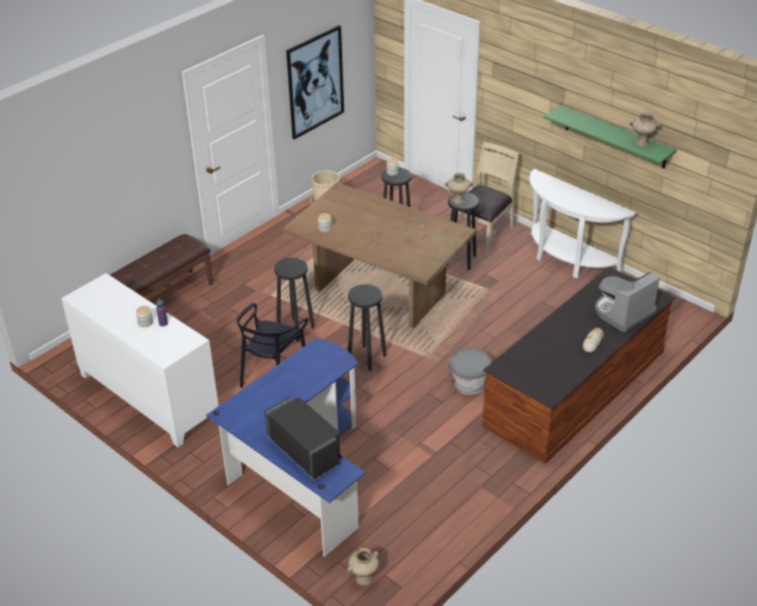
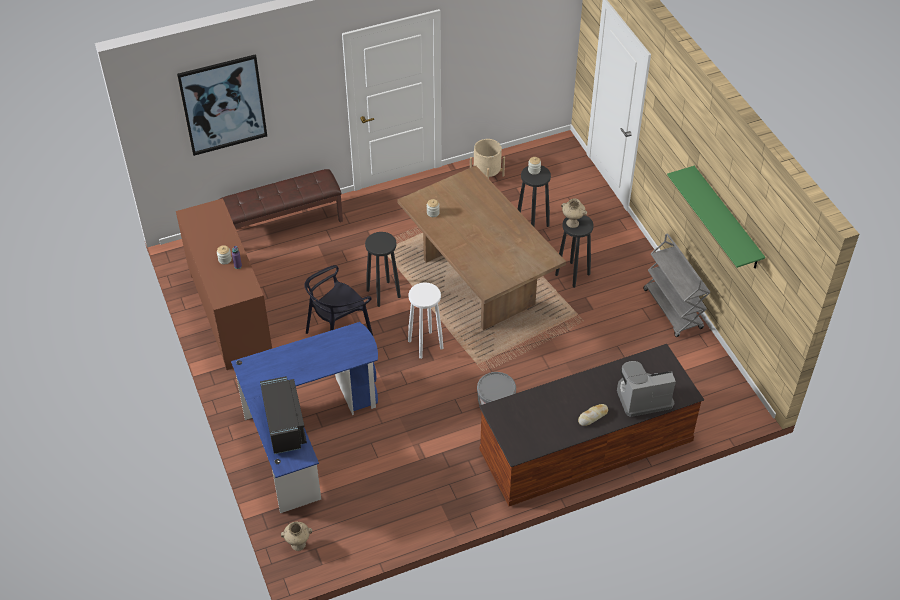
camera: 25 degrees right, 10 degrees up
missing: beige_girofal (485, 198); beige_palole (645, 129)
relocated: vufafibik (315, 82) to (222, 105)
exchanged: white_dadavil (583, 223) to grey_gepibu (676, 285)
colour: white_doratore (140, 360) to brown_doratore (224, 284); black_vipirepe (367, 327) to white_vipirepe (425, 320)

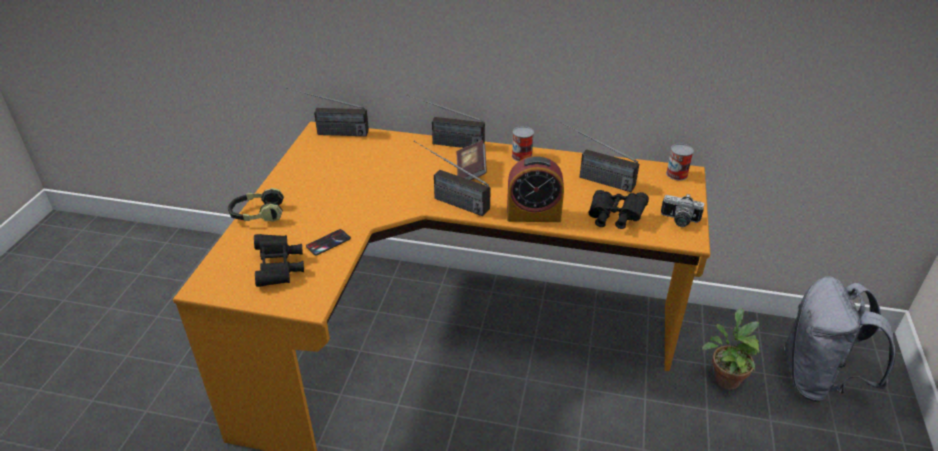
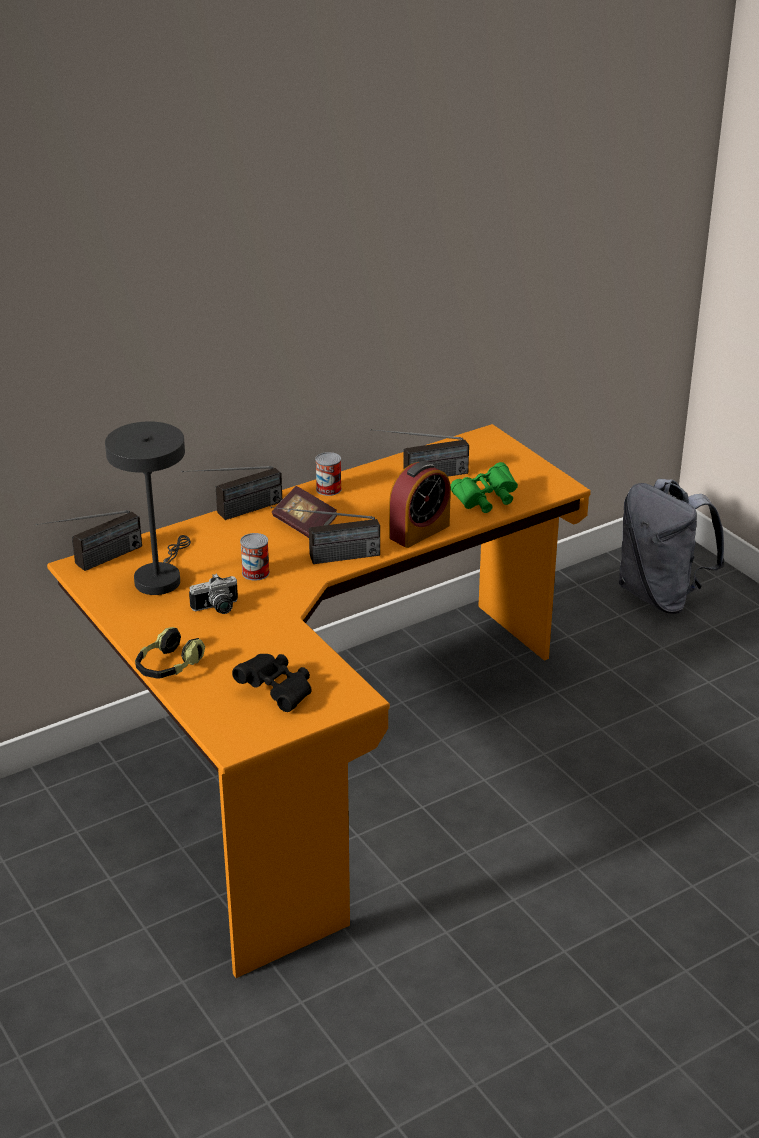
camera: 45 degrees left, 5 degrees down
missing: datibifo (328, 242); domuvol (731, 349)
appeared: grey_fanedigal (148, 508)
relocated: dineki (682, 210) to (213, 593); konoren (680, 162) to (255, 557)
colour: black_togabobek (618, 209) to green_togabobek (484, 487)

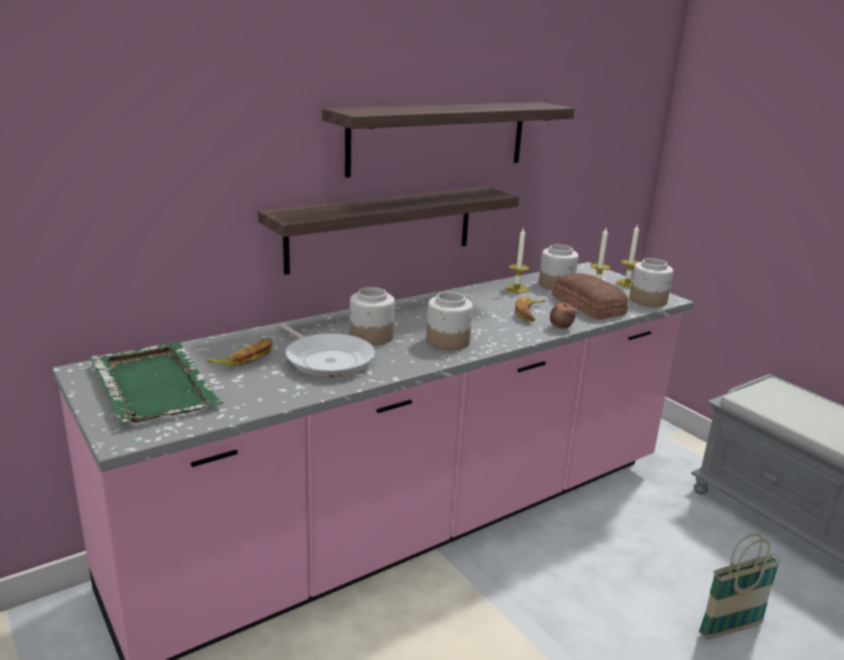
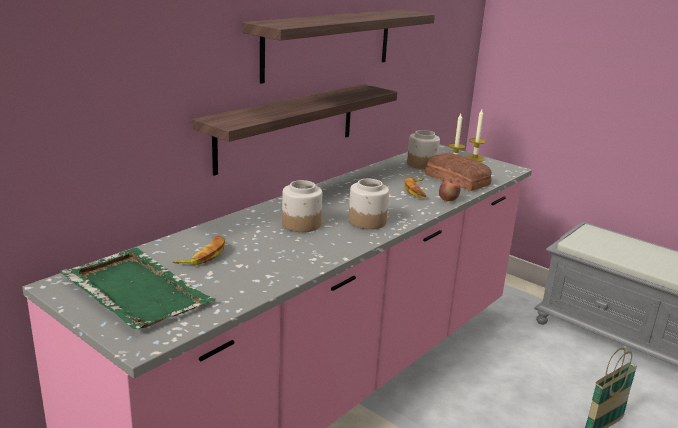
camera: 15 degrees left, 0 degrees up
missing: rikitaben (326, 350); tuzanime (517, 260); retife (651, 282)

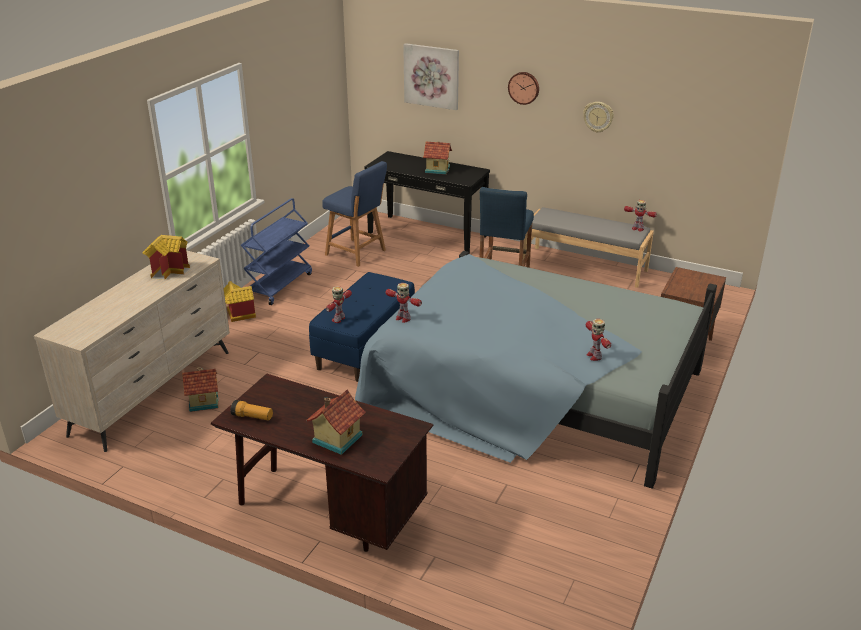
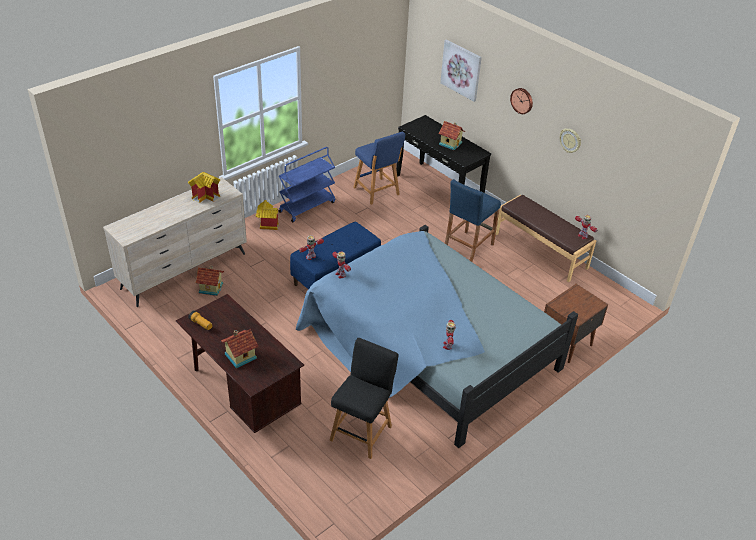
camera: 20 degrees right, 10 degrees up
appeared: black_vipirepe (364, 398)
colour: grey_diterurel (588, 247) to brown_diterurel (546, 238)

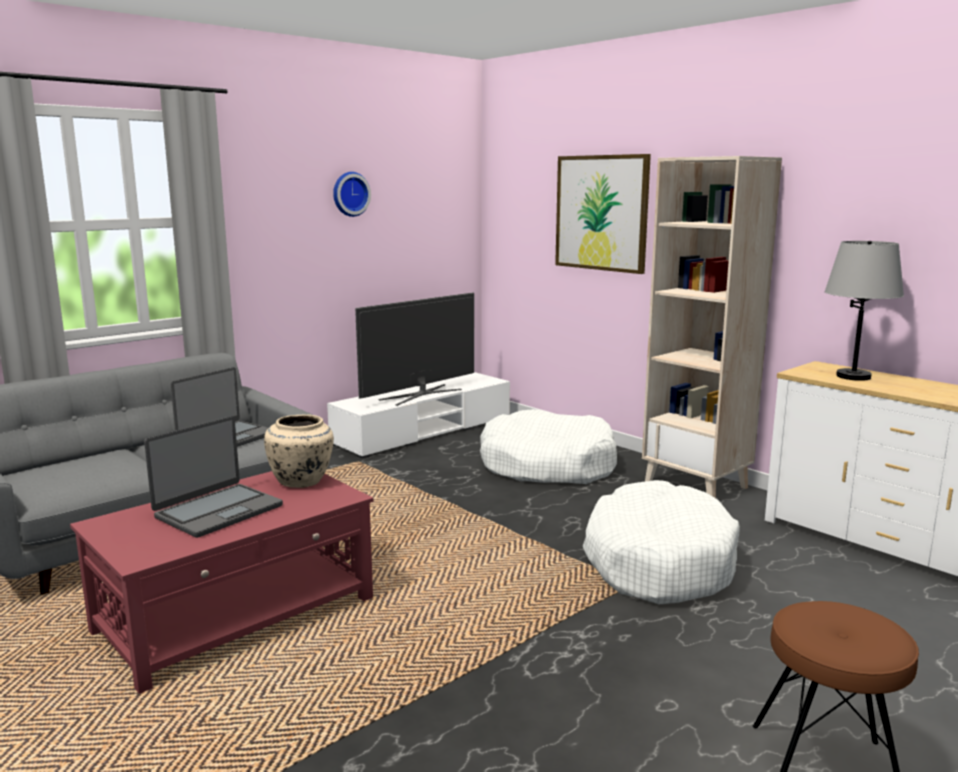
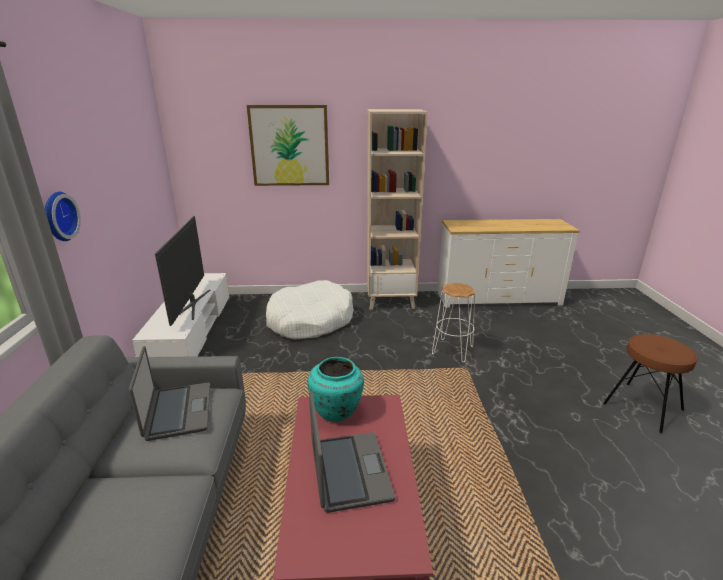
camera: 50 degrees left, 10 degrees up
missing: grey_fanedigal (864, 311)
relocated: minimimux (352, 194) to (63, 216)
exchanged: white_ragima (661, 542) to white_vipirepe (453, 322)
colour: beige_palole (299, 451) to turquoise_palole (335, 389)

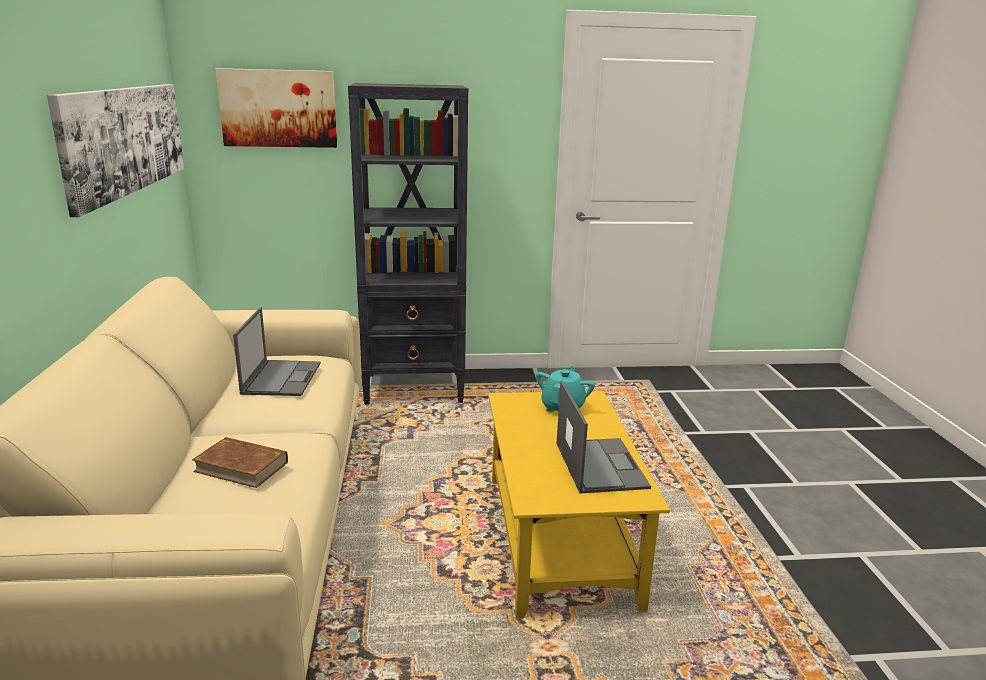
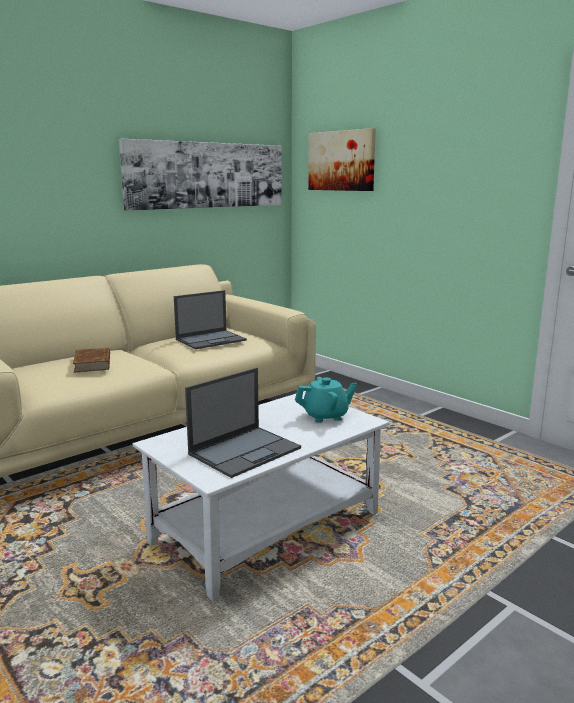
camera: 55 degrees right, 5 degrees down
missing: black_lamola (408, 244)
colour: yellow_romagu (579, 504) to white_romagu (261, 496)

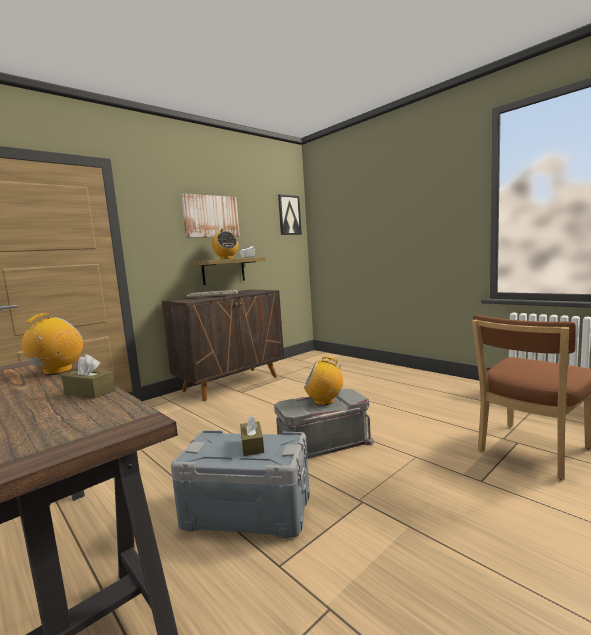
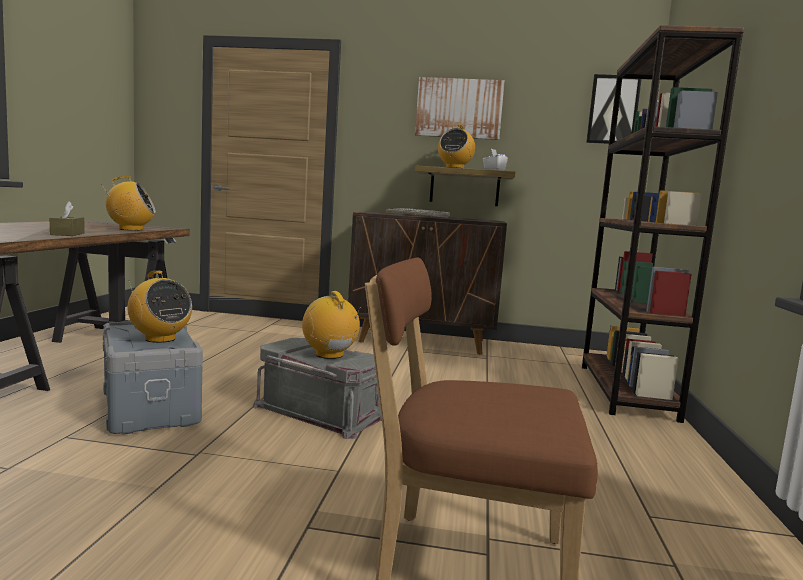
camera: 50 degrees right, 0 degrees up
appeared: brown_lamola (663, 224)
exchanged: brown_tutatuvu (252, 435) to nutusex (159, 307)

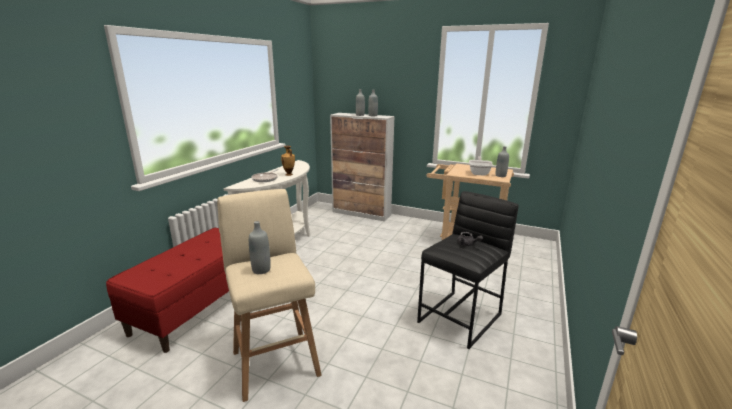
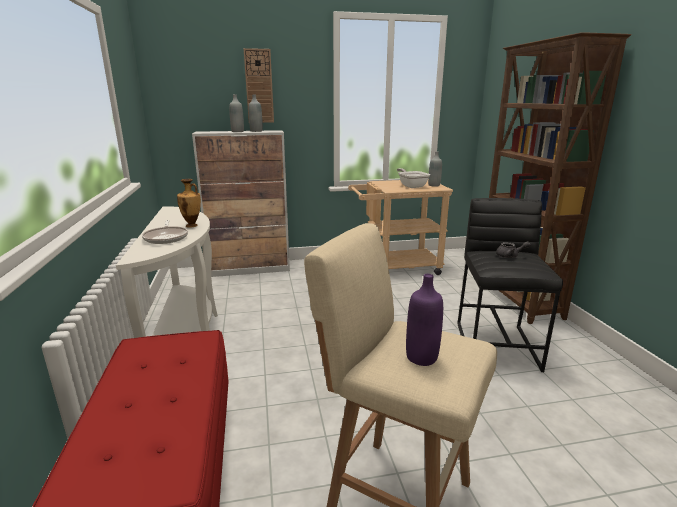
camera: 35 degrees left, 0 degrees up
appeared: minimimux (259, 85); brown_lamola (560, 178)
colour: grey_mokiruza (260, 247) to purple_mokiruza (424, 320)

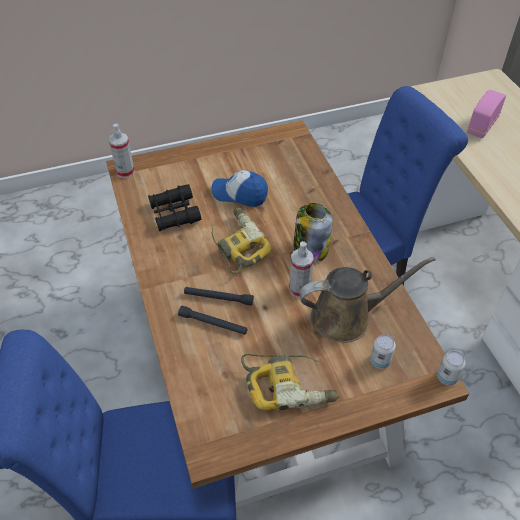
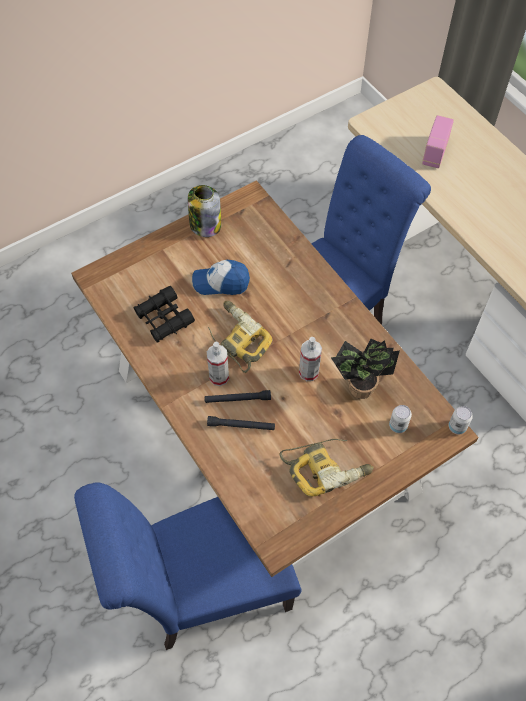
camera: 15 degrees left, 10 degrees up
relocated: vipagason (122, 151) to (218, 364); retife (313, 232) to (204, 211)
exchanged: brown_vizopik (367, 300) to domuvol (365, 369)

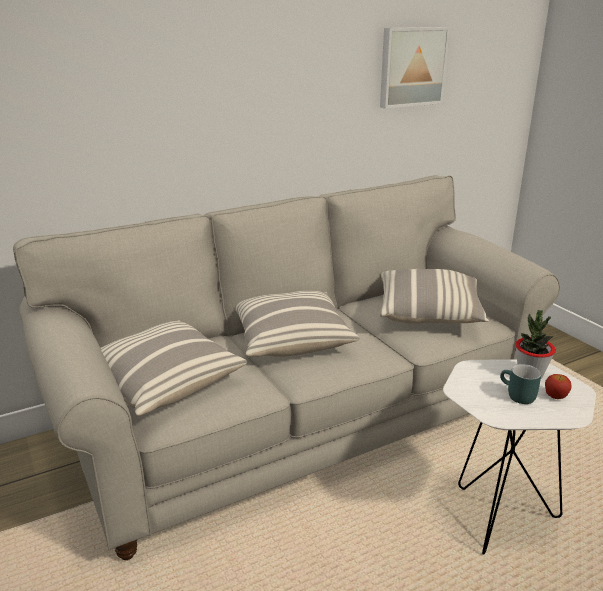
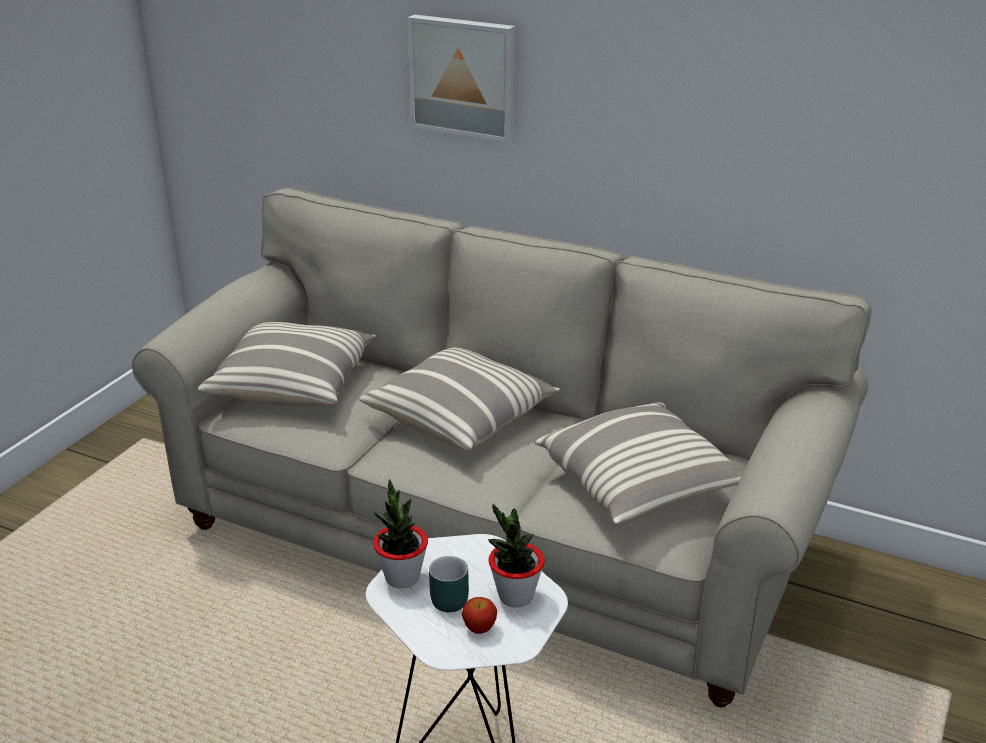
camera: 55 degrees right, 5 degrees up
appeared: domuvol (400, 533)
relocated: vufafibik (415, 68) to (461, 78)

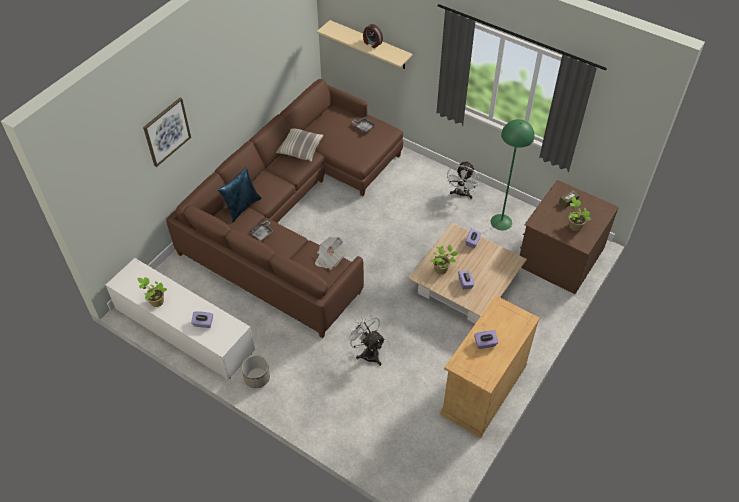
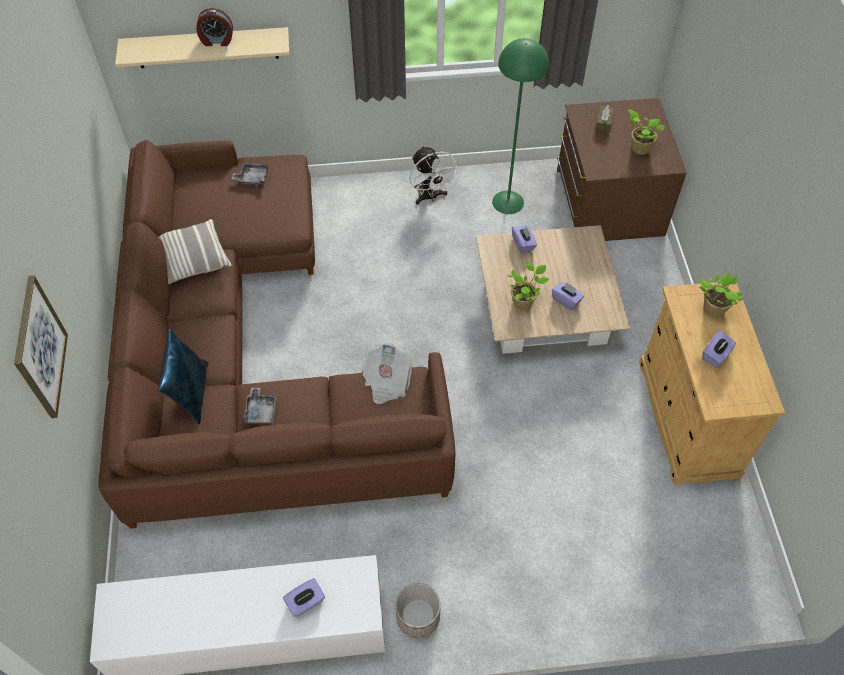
camera: 40 degrees left, 5 degrees up
missing: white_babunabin (365, 339)
relocated: domuvol (152, 292) to (721, 295)

